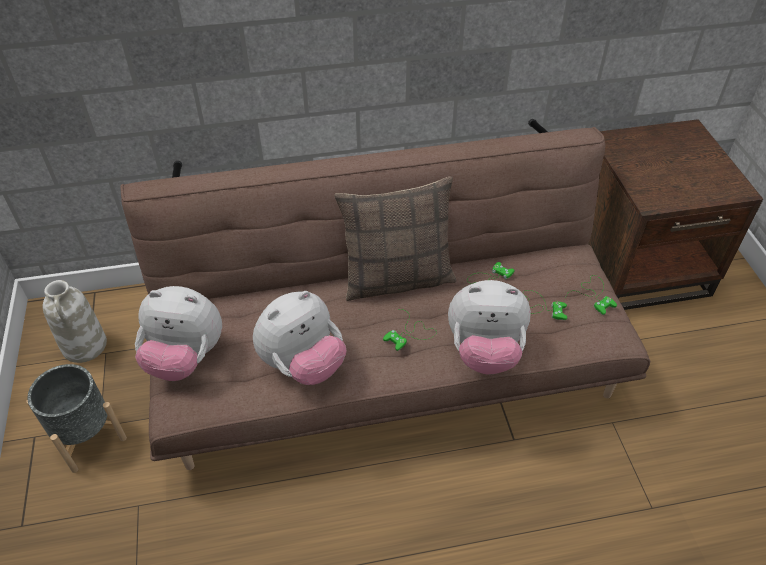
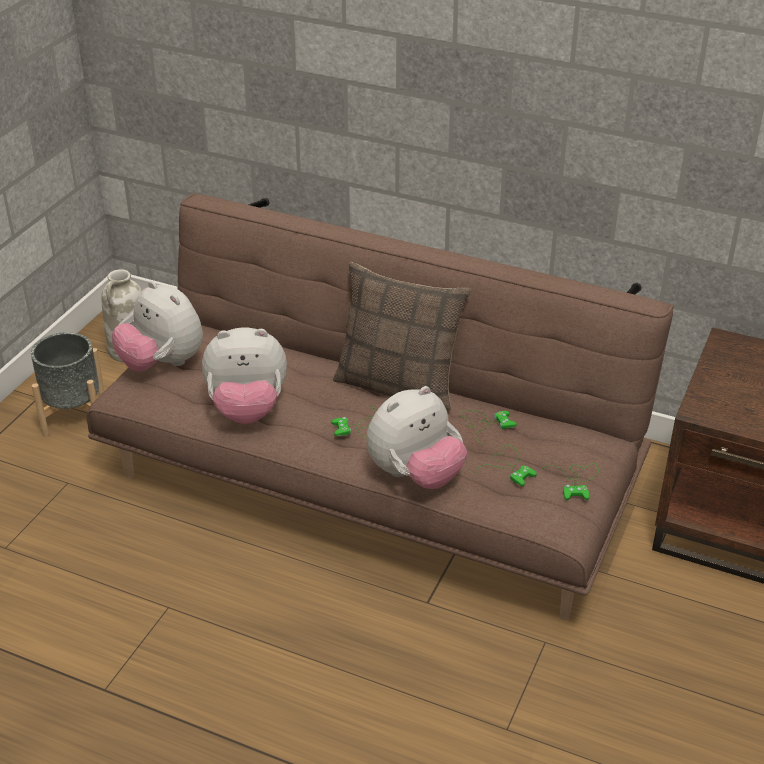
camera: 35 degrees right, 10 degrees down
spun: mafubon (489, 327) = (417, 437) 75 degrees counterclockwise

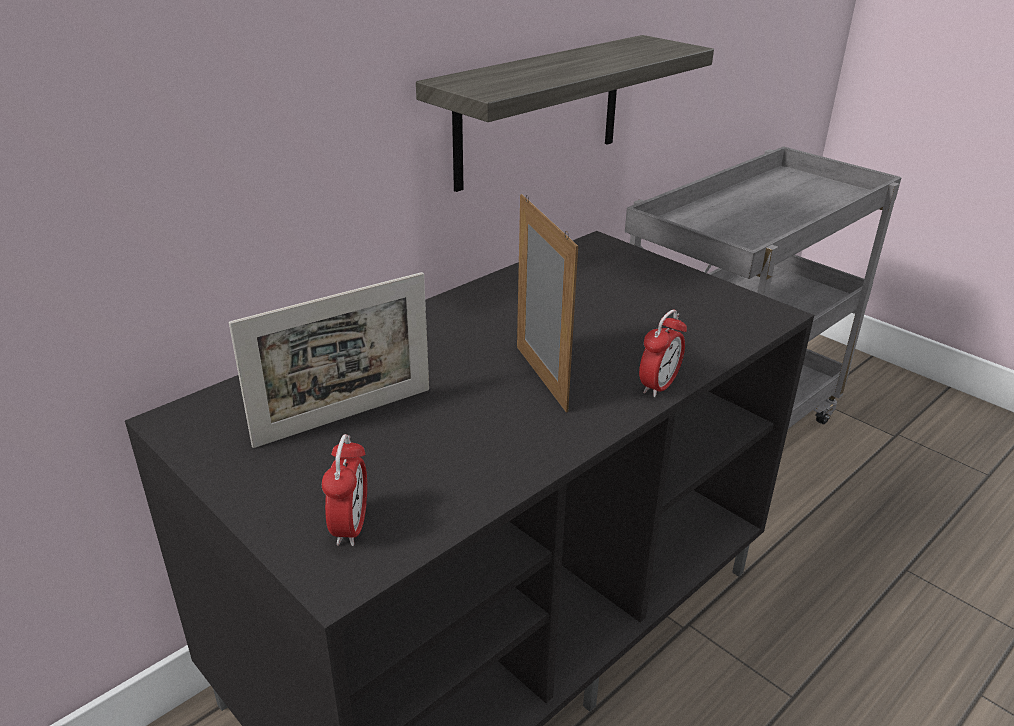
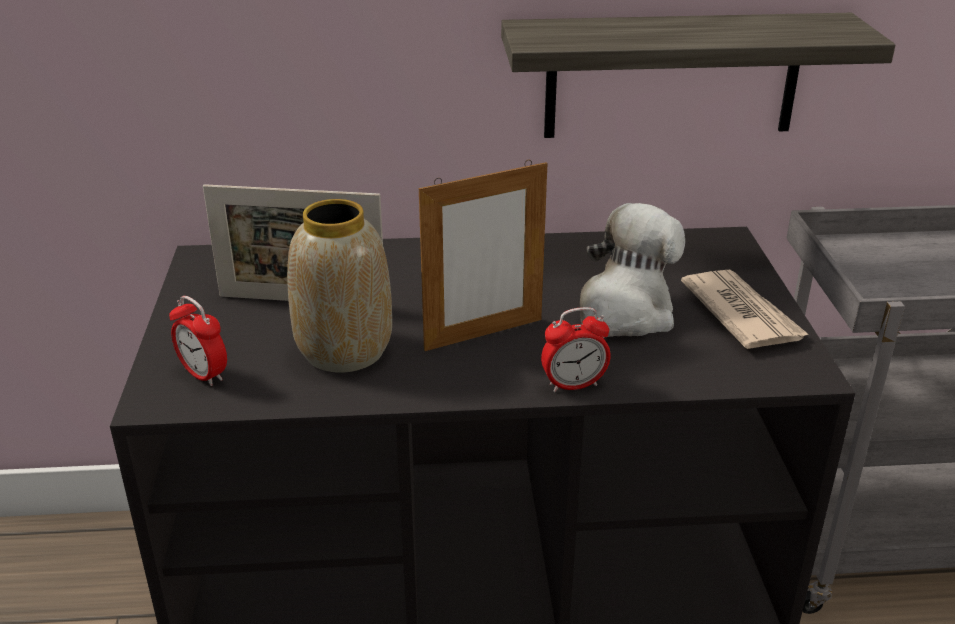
camera: 40 degrees right, 0 degrees up
appeared: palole (339, 286); mafubon (632, 270); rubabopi (745, 309)
spun: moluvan (344, 490) = (198, 341) 90 degrees clockwise; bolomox (547, 303) = (483, 255) 45 degrees clockwise

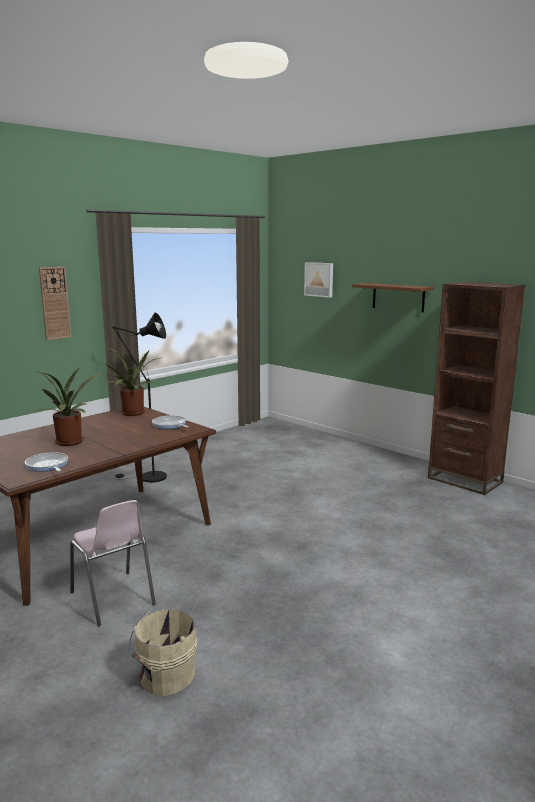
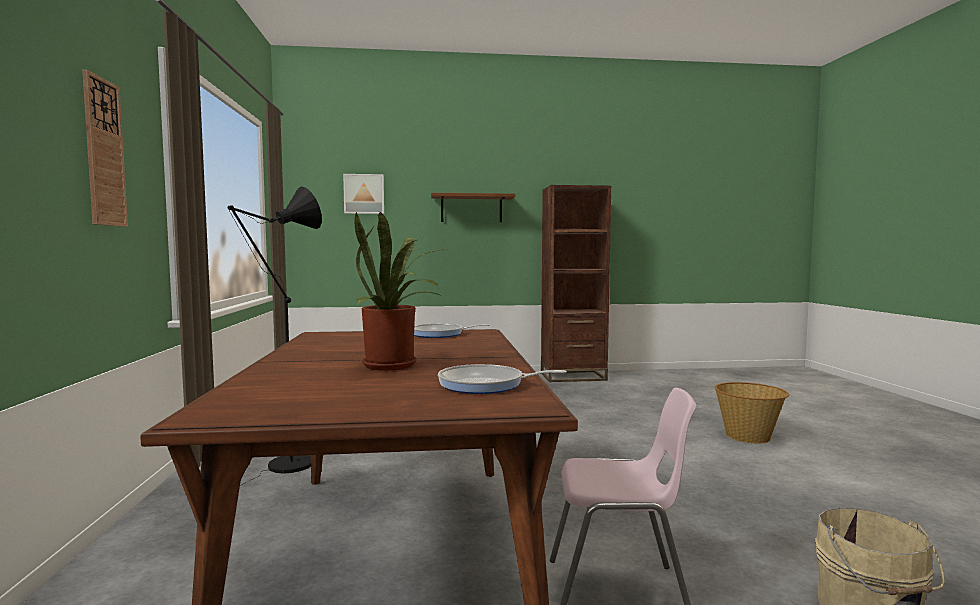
camera: 50 degrees left, 10 degrees down
missing: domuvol (132, 382)
appeared: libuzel (752, 412)

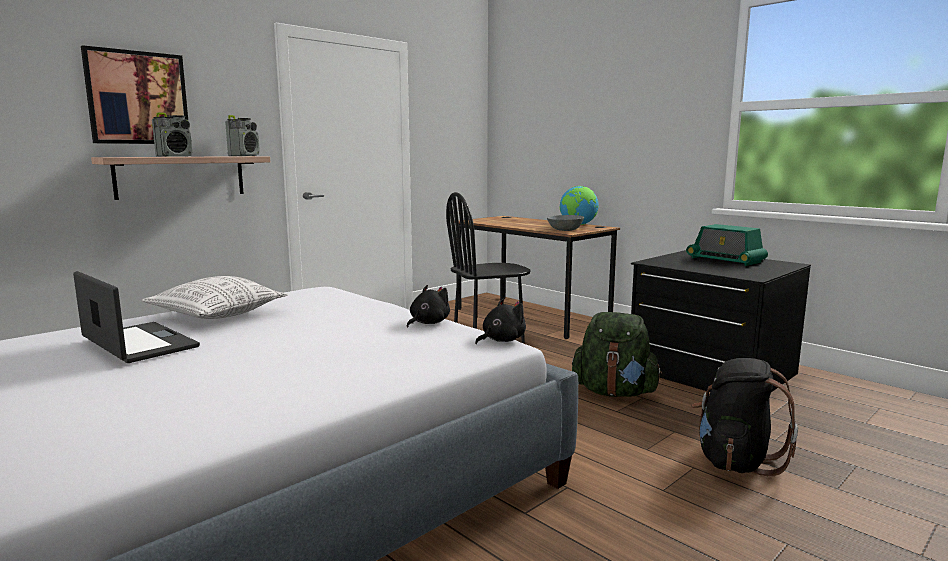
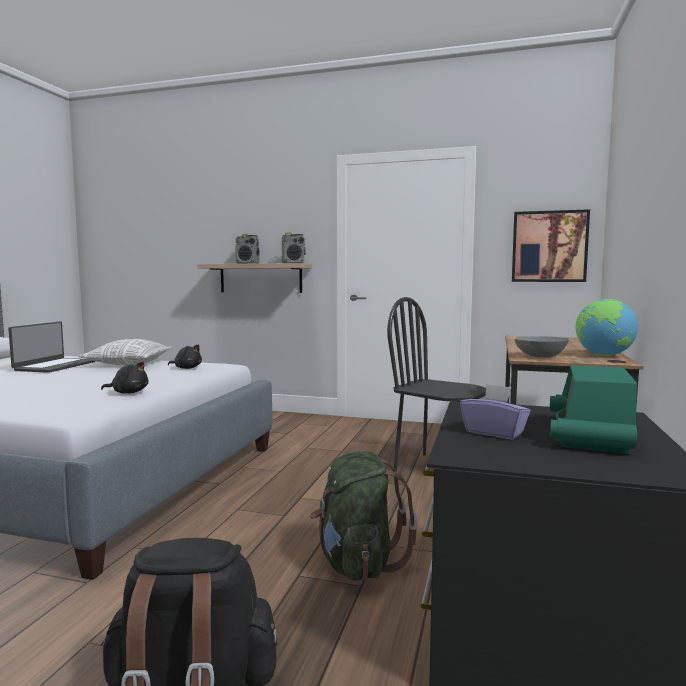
camera: 60 degrees right, 5 degrees down
appeared: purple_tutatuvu (495, 412)
relocated: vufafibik (134, 94) to (551, 245); black_mafubon (500, 321) to (185, 356)

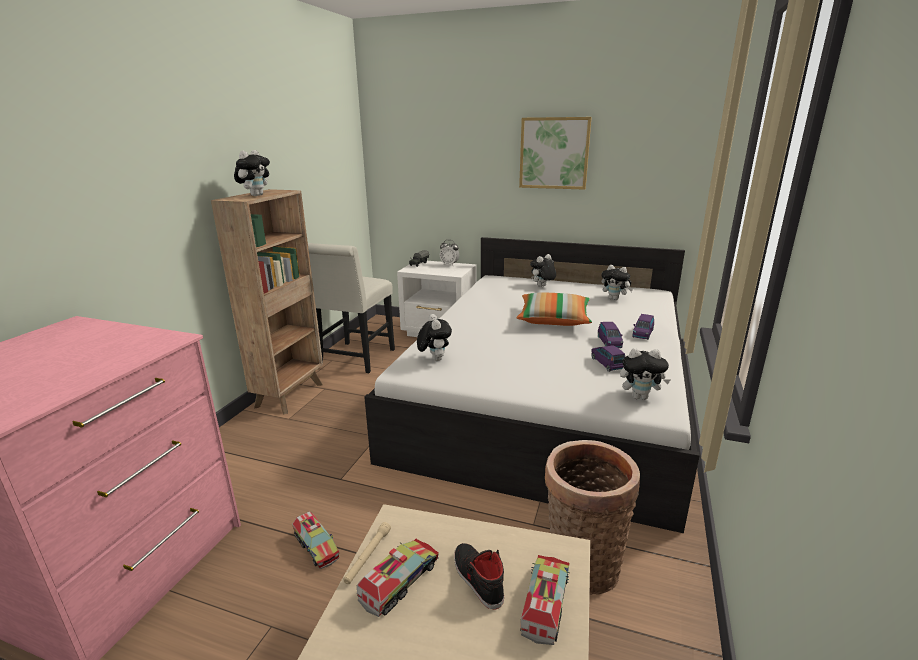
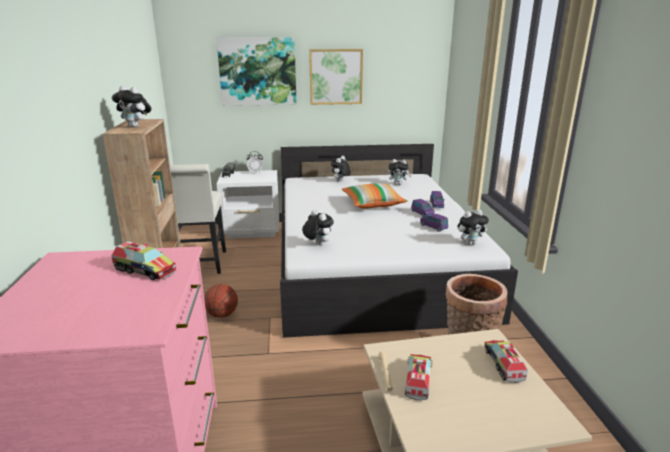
camera: 25 degrees left, 0 degrees up
missing: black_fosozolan (479, 576)
appeared: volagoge (221, 301); vufafibik (256, 71)
relocated: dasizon (316, 540) to (144, 260)
spun: mafubon (252, 173) = (131, 106) 120 degrees clockwise

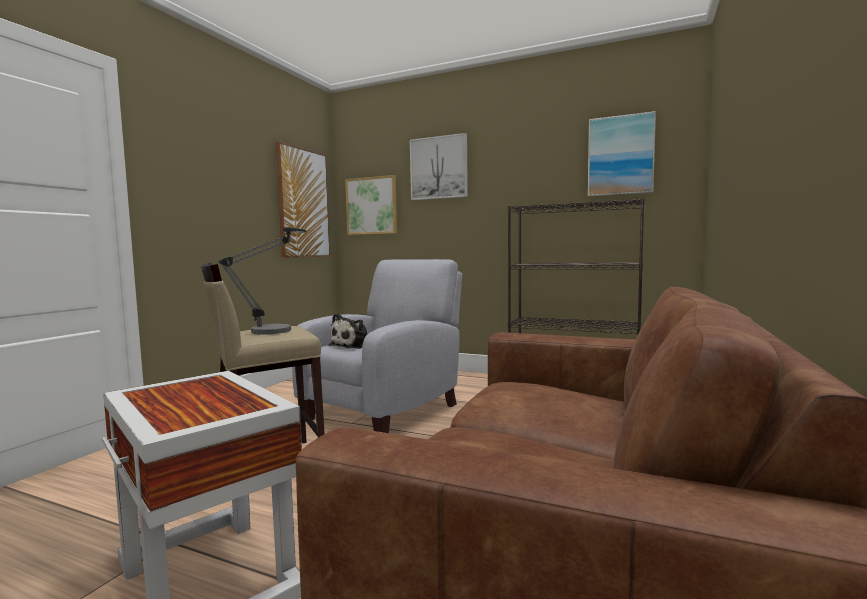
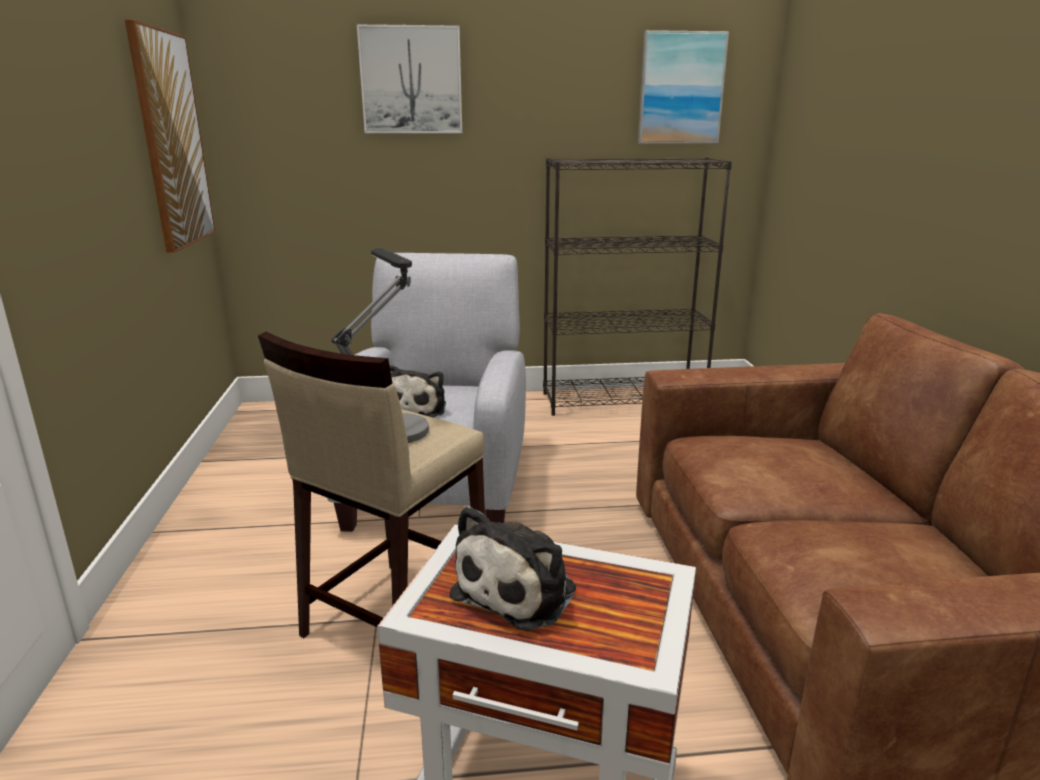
camera: 30 degrees left, 15 degrees up
missing: vufafibik (371, 205)
appeared: mafubon (513, 568)

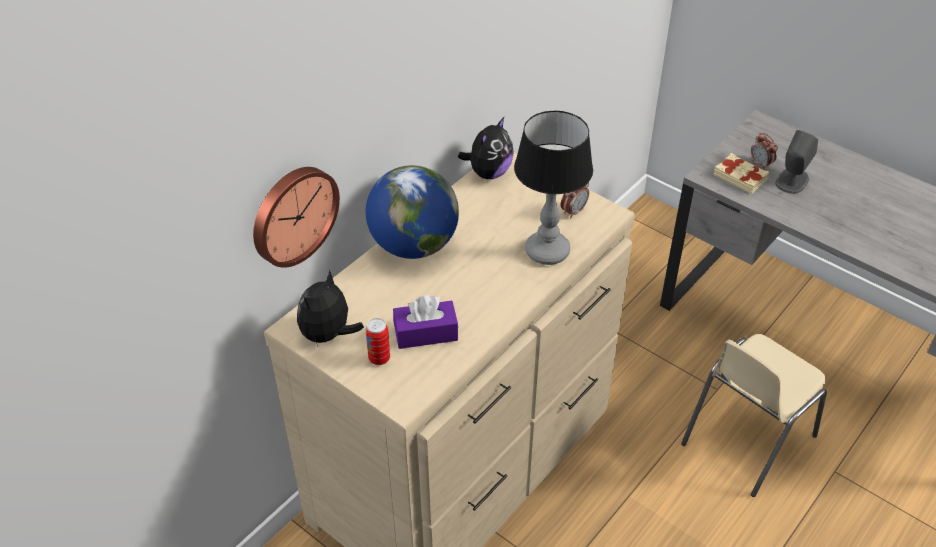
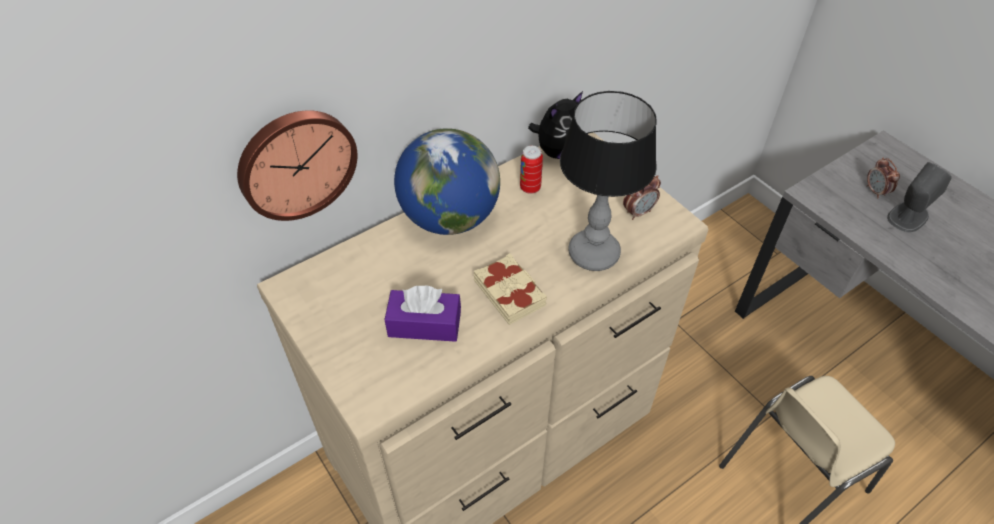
camera: 15 degrees right, 5 degrees up
missing: mafubon (330, 308)
relocated: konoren (378, 341) to (531, 170); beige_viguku (741, 173) to (510, 289)

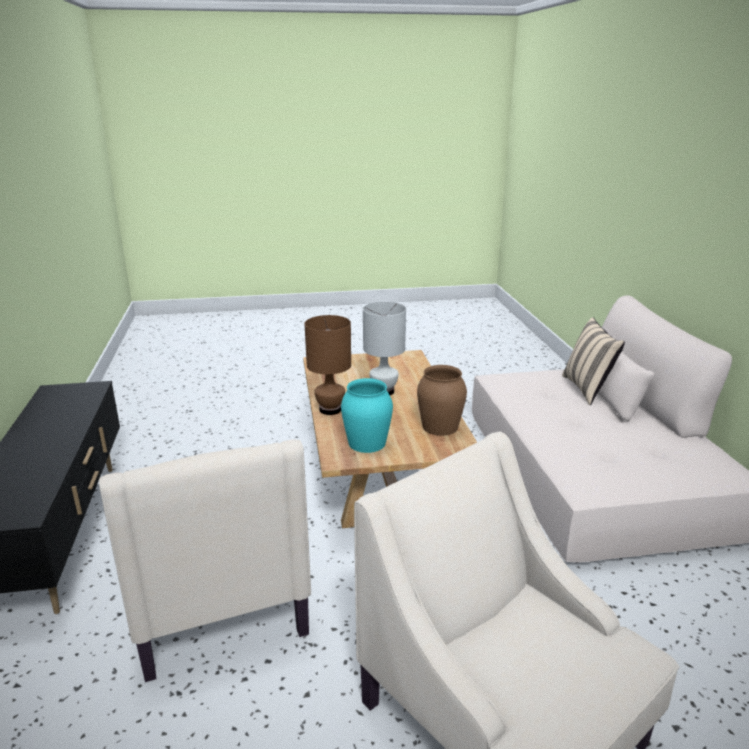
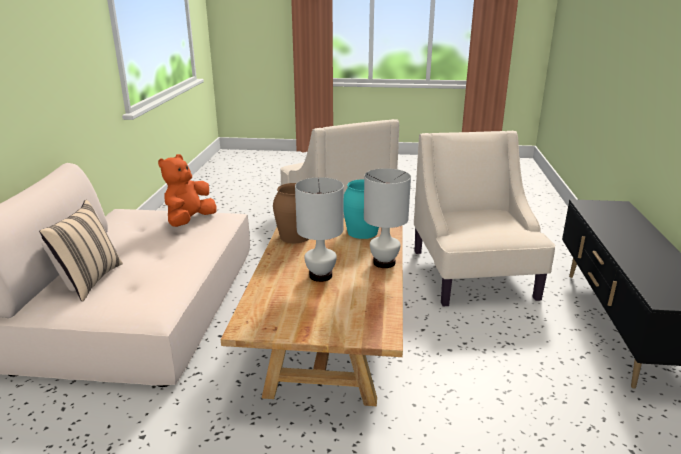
camera: 165 degrees left, 0 degrees up
appeared: orange_mafubon (187, 190)
colour: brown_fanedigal (328, 365) to white_fanedigal (387, 218)

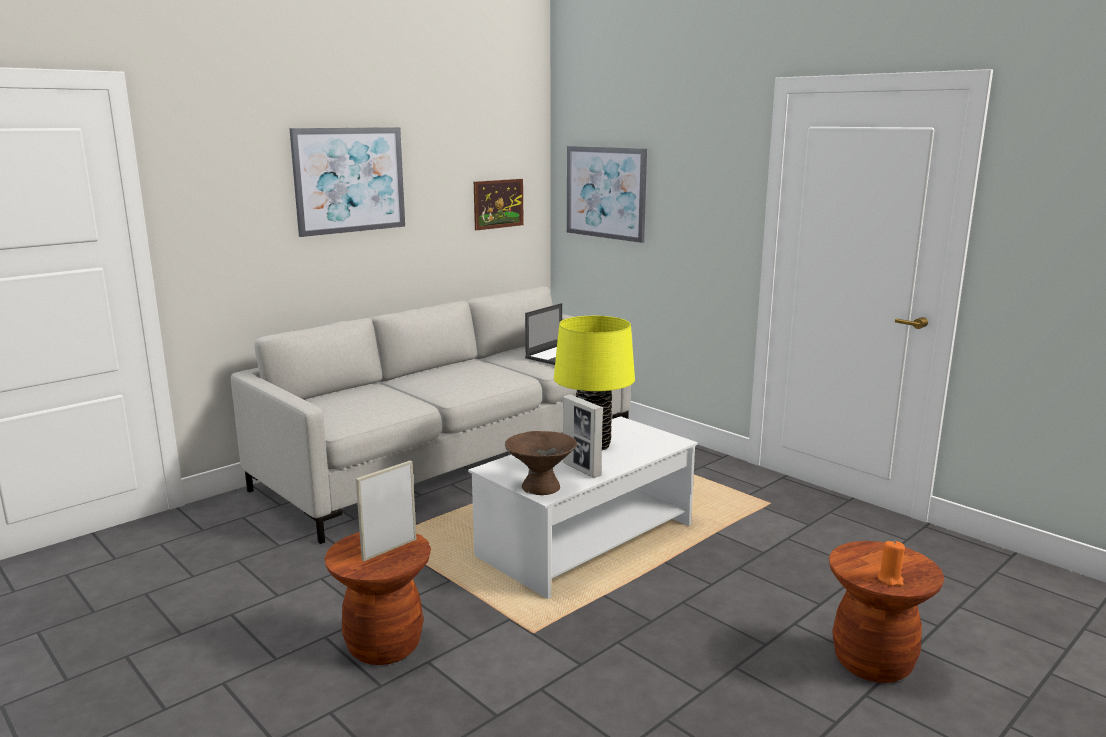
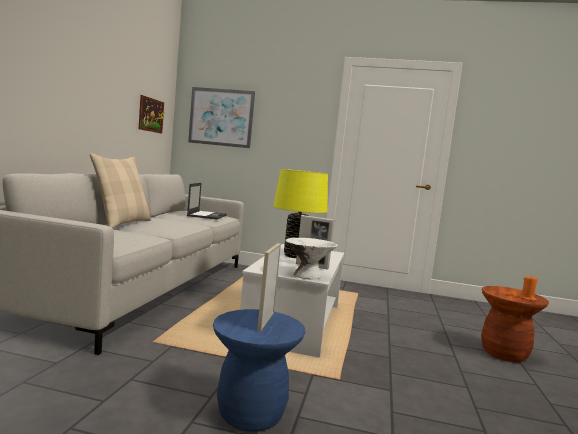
camera: 35 degrees left, 10 degrees down
missing: vufafibik (347, 182)
appeared: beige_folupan (120, 190)
colour: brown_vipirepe (378, 598) to blue_vipirepe (259, 370); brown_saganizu (541, 463) to white_saganizu (311, 259)

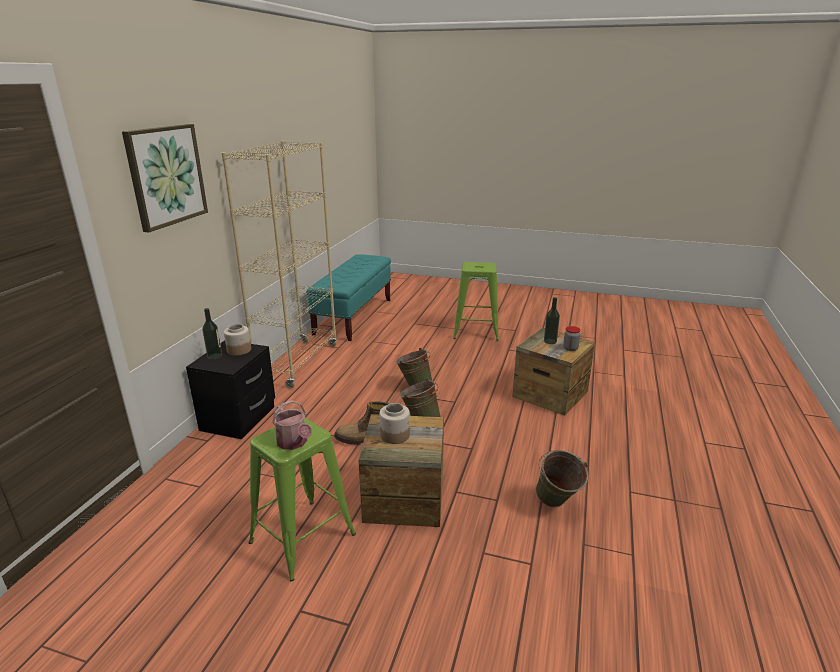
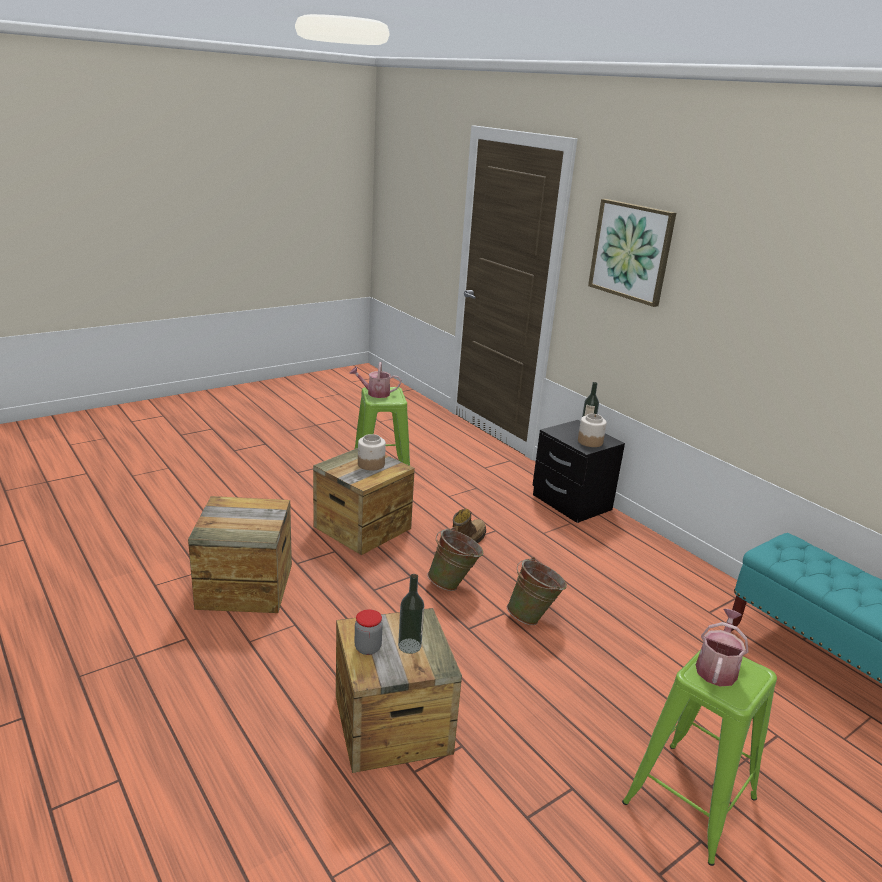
camera: 125 degrees right, 0 degrees up
missing: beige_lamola (279, 264)
appeared: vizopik (722, 647)
exchanged: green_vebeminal (562, 478) to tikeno (240, 554)

